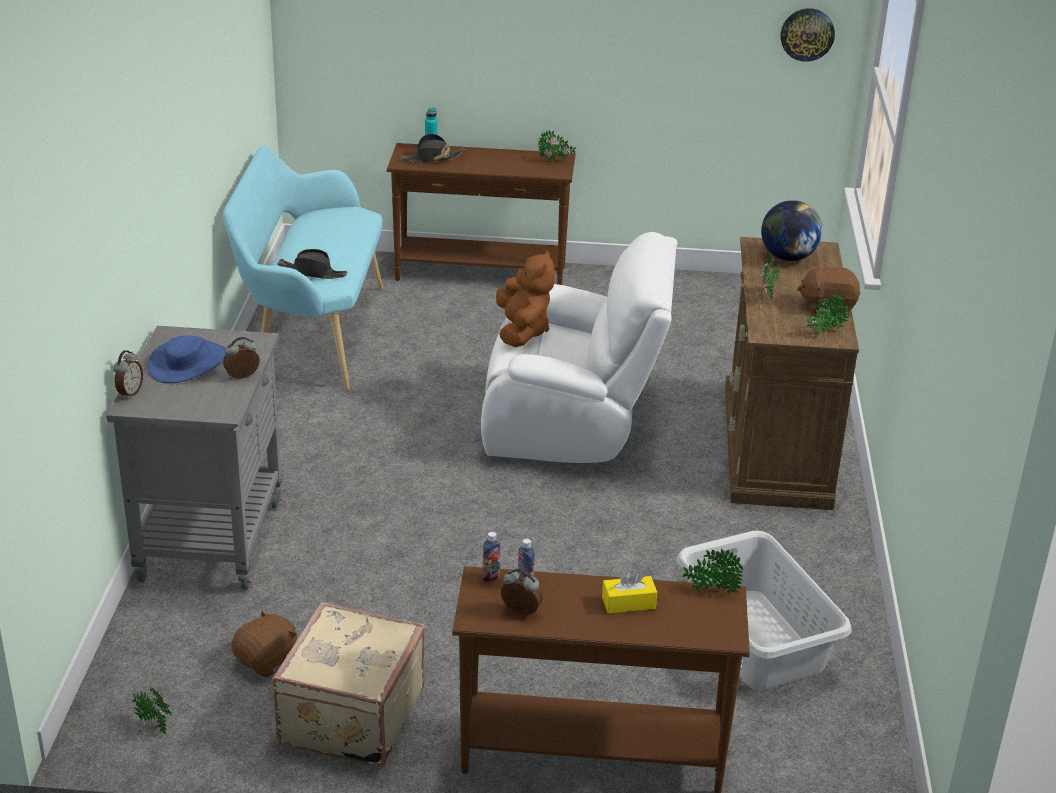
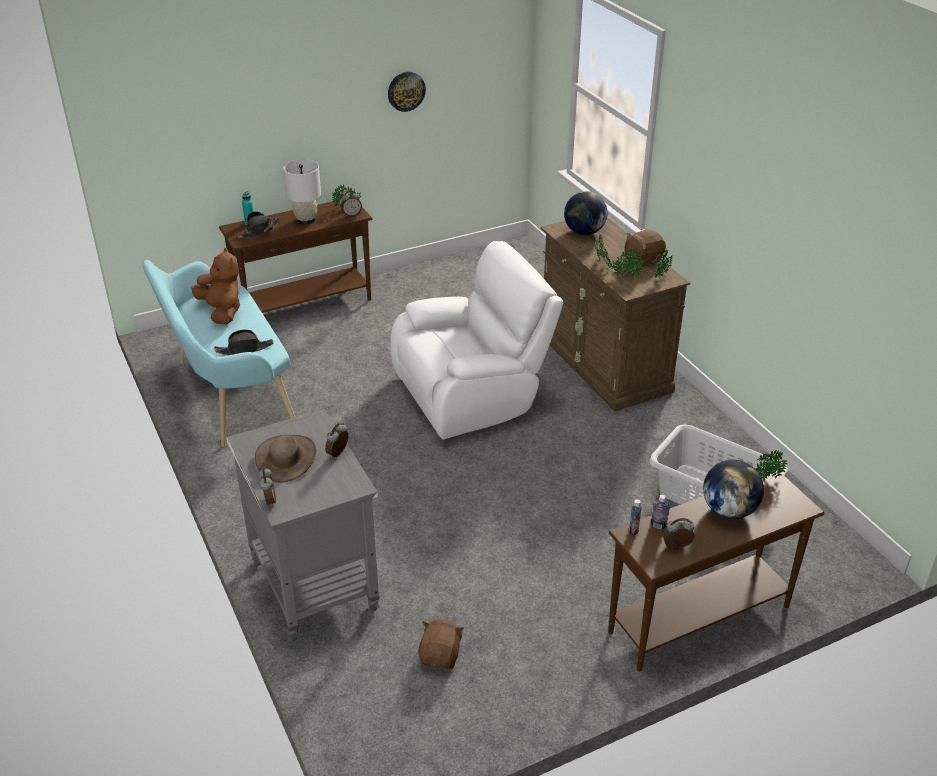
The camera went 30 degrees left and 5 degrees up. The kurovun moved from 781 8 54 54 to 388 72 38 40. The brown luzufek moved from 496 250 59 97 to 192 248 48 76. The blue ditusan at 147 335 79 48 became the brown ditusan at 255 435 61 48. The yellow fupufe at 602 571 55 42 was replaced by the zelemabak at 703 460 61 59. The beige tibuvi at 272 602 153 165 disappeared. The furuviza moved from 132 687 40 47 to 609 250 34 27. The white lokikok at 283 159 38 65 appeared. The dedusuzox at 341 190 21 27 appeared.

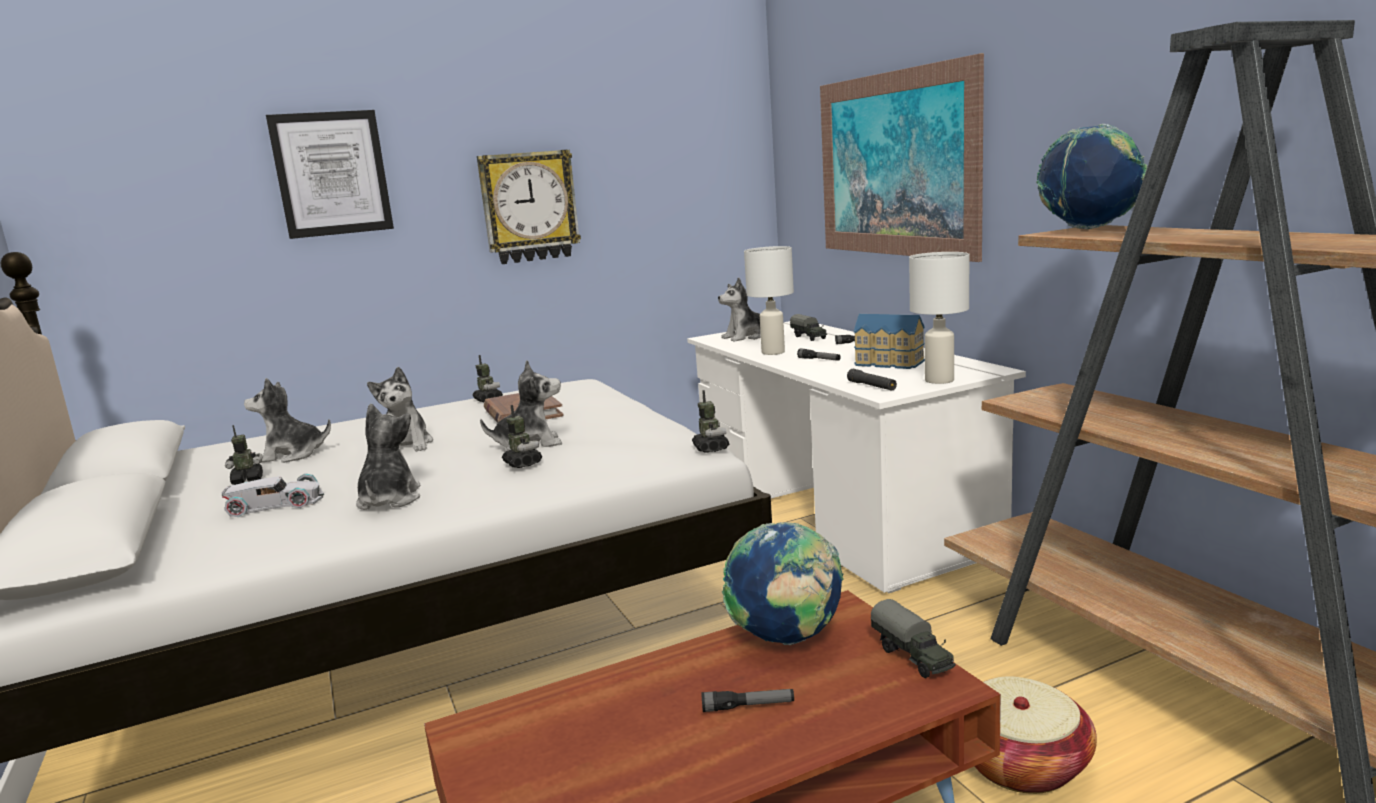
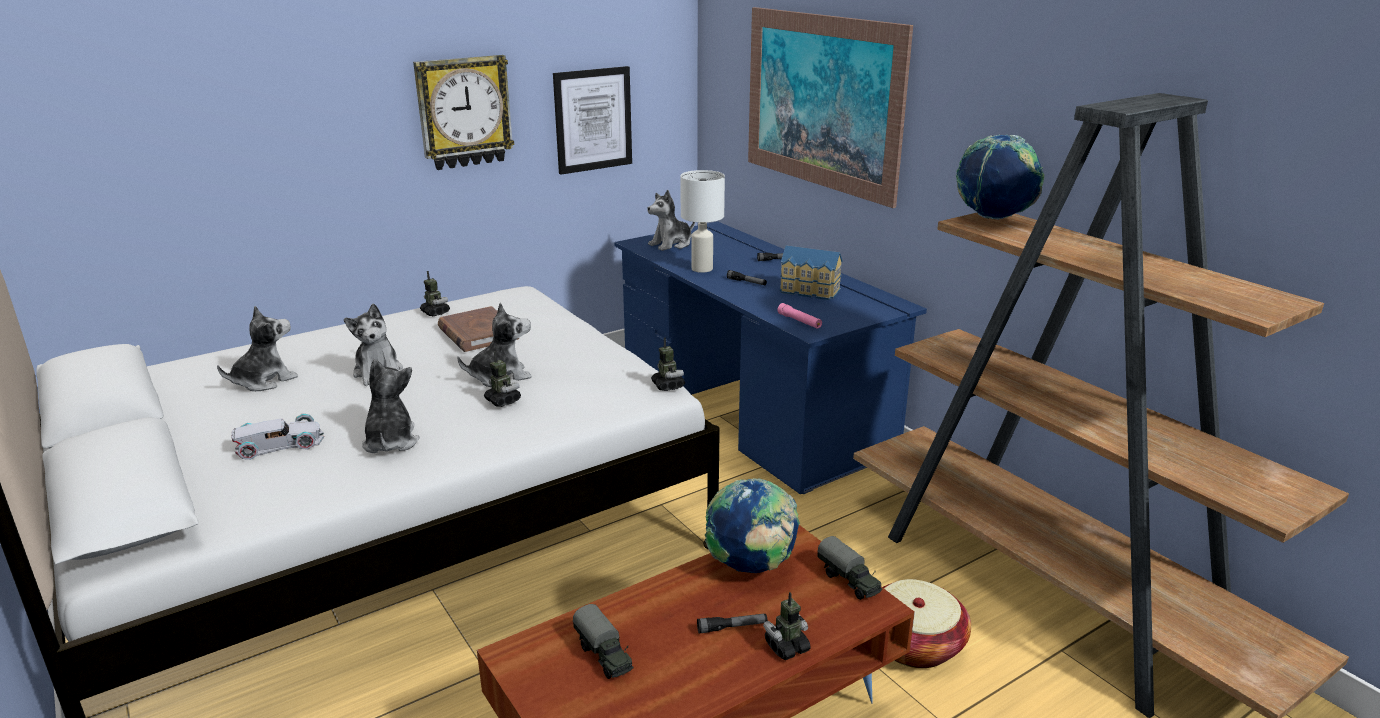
The camera went 10 degrees left and 10 degrees up. The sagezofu moved from 266 110 128 129 to 553 66 79 109. The white lokikok at 909 252 60 132 disappeared. The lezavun moved from 790 314 37 27 to 573 604 61 75. The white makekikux at 687 321 339 272 became the blue makekikux at 614 222 313 272. The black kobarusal at 847 369 50 21 became the pink kobarusal at 777 303 45 26. The luzufek at 244 378 87 85 turned 150 degrees clockwise. The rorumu moved from 225 425 38 60 to 763 592 47 68.

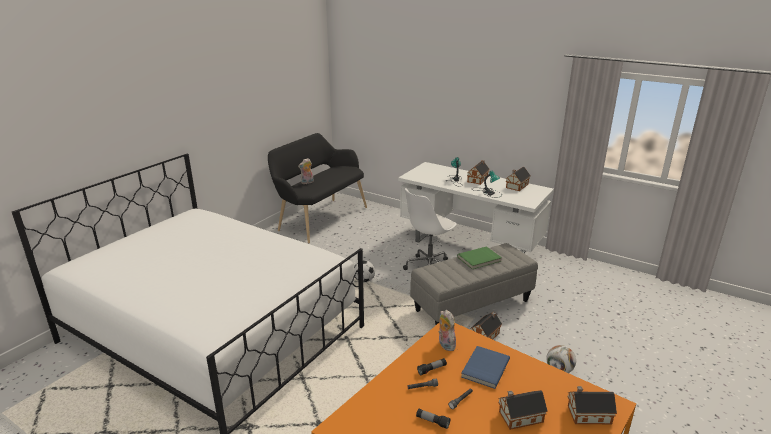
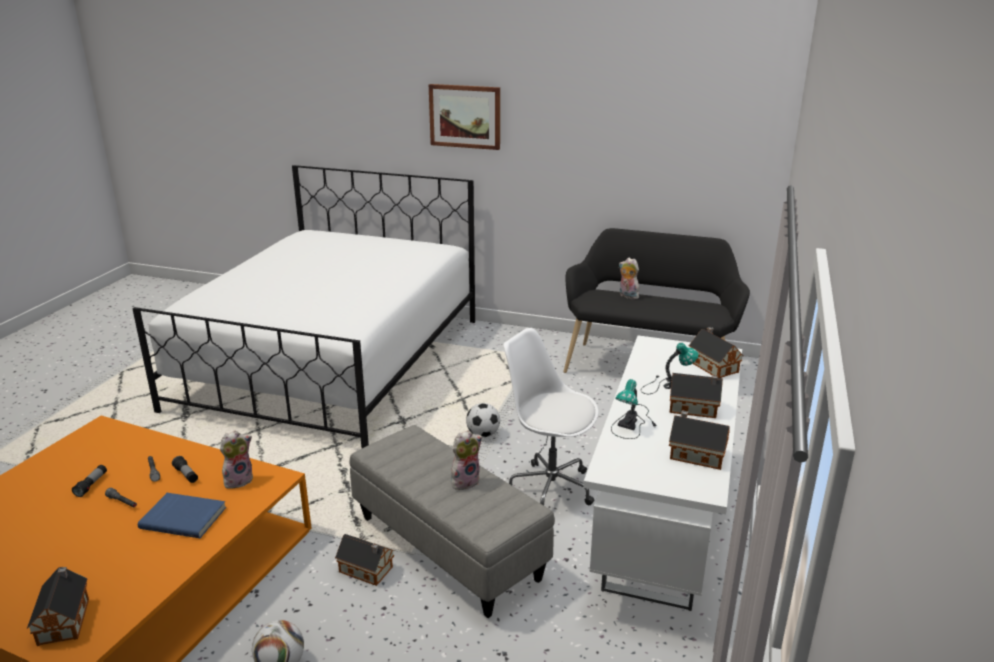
The camera went 75 degrees right and 0 degrees up. The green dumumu at 457 246 45 23 was replaced by the luzufek at 451 430 31 60. The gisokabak moved from 498 390 50 40 to 689 327 54 51. The sagezofu at 429 84 71 66 appeared.

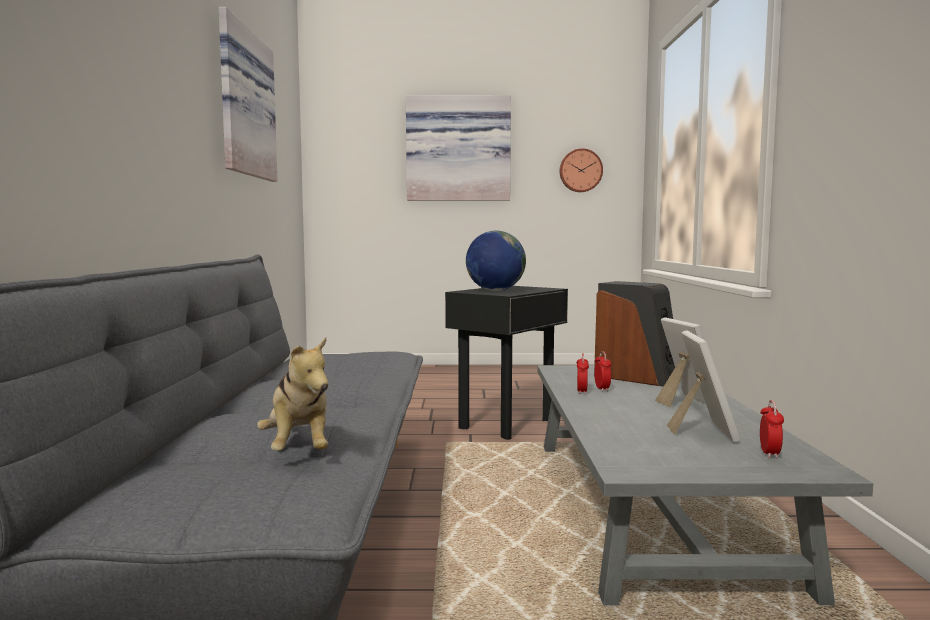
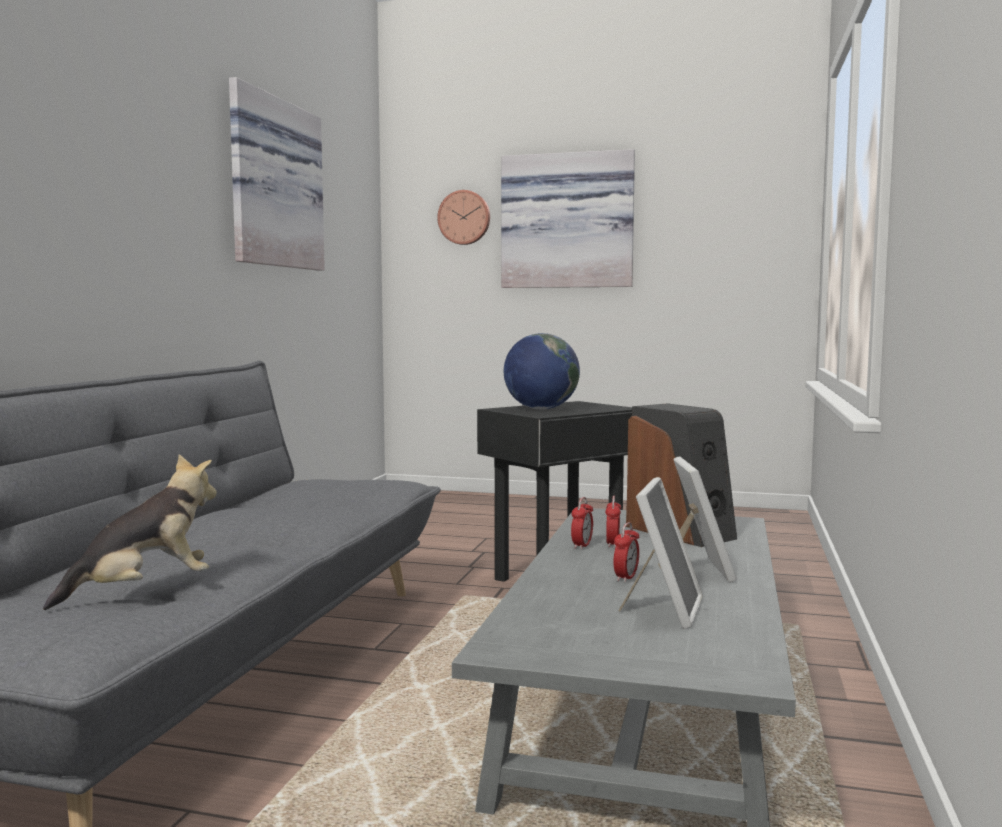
The camera went 15 degrees right and 0 degrees up. The kurovun moved from 560 148 43 44 to 437 190 53 55. The luzufek at 257 337 72 114 turned 120 degrees counterclockwise. The dedusuzox moved from 760 400 24 59 to 613 522 26 61.

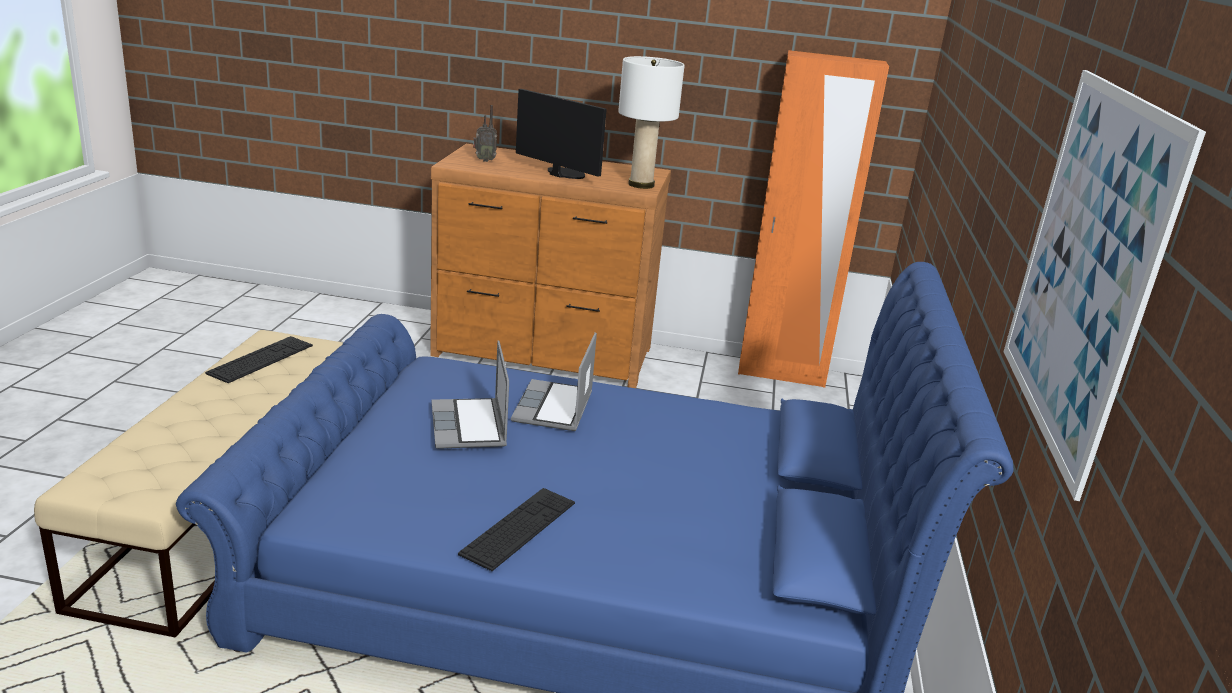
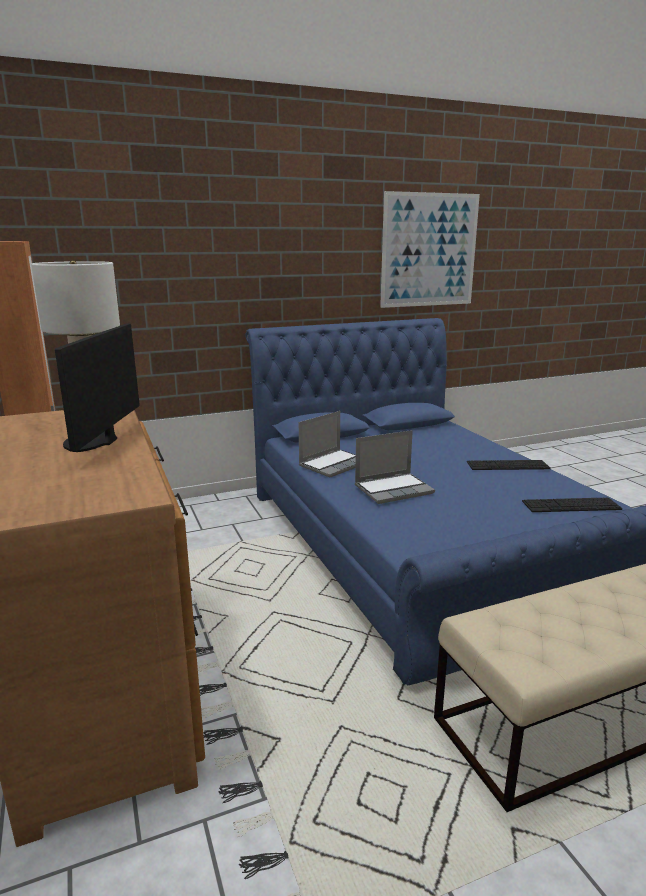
The camera went 120 degrees left and 5 degrees down. The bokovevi at 473 105 24 57 disappeared. The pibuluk moved from 205 336 108 47 to 522 497 100 15. The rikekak moved from 432 340 77 109 to 299 411 57 66.

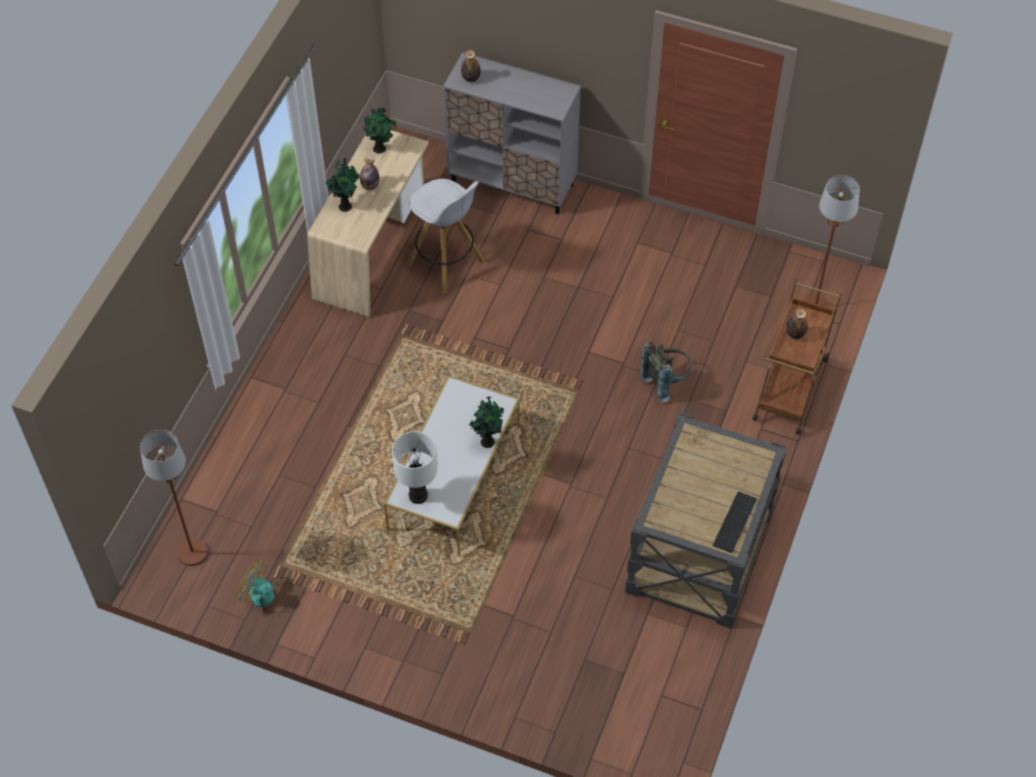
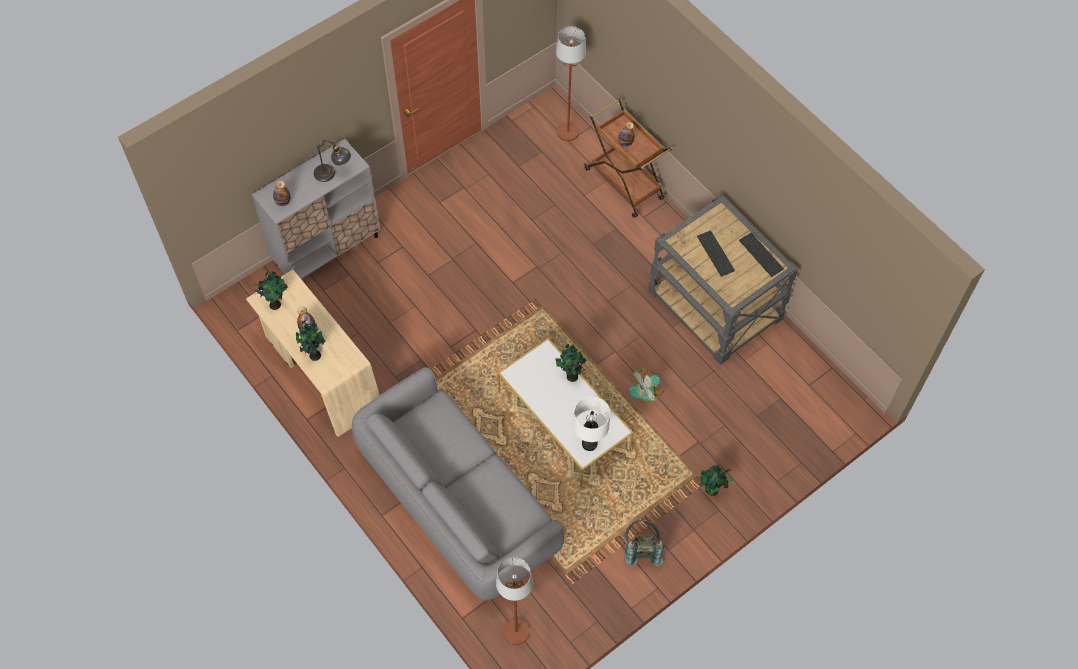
The camera went 60 degrees left and 5 degrees up. The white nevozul at 407 179 77 114 disappeared. The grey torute moved from 640 342 52 61 to 624 519 40 48. The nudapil moved from 236 559 58 54 to 629 368 37 35. The grey lokikok at 314 140 37 42 appeared. The pibuluk at 697 230 38 47 appeared. The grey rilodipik at 352 367 212 234 appeared. The furuviza at 699 465 34 31 appeared.

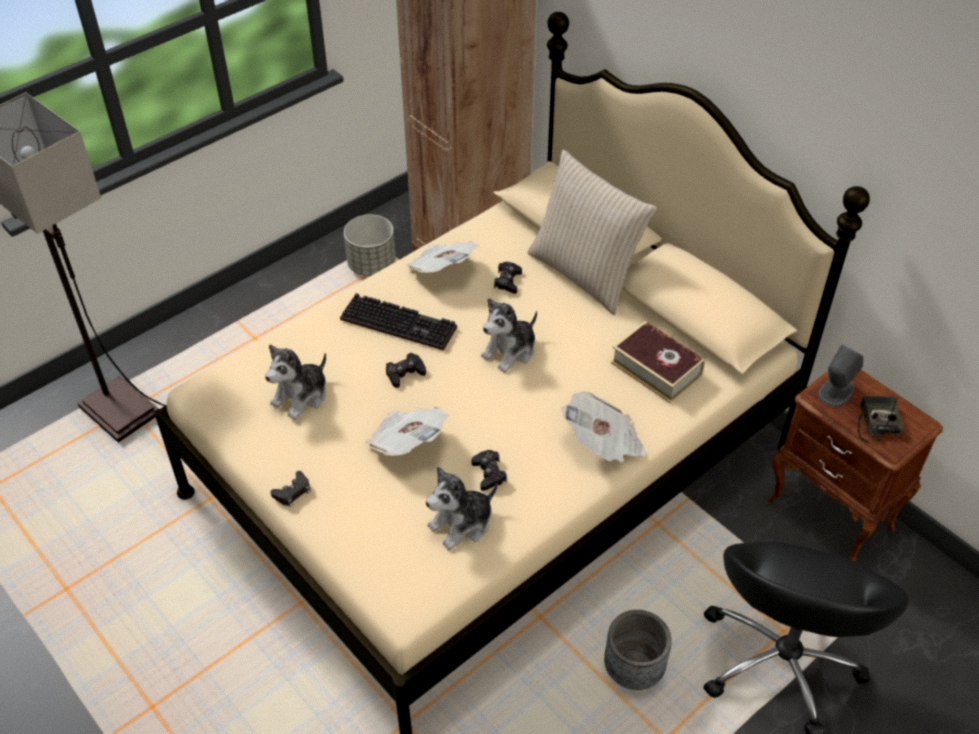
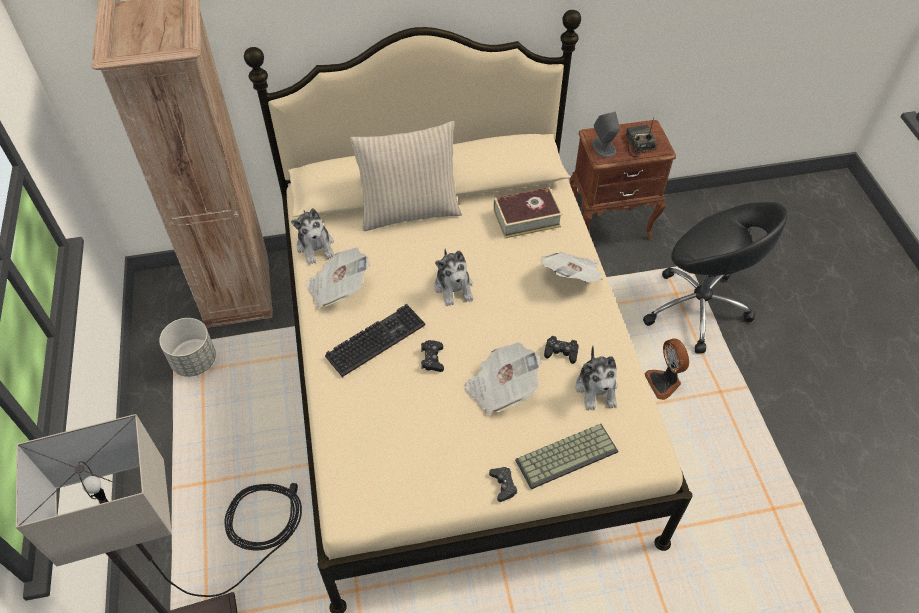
The camera went 60 degrees left and 5 degrees up. The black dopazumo at 494 262 28 32 disappeared. The luzufek moved from 265 344 61 76 to 291 208 43 56. The bokovevi at 858 396 46 47 turned 45 degrees clockwise. The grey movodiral at 604 610 68 80 was replaced by the nudapil at 645 338 44 62. The pibuluk at 515 424 103 65 appeared.

